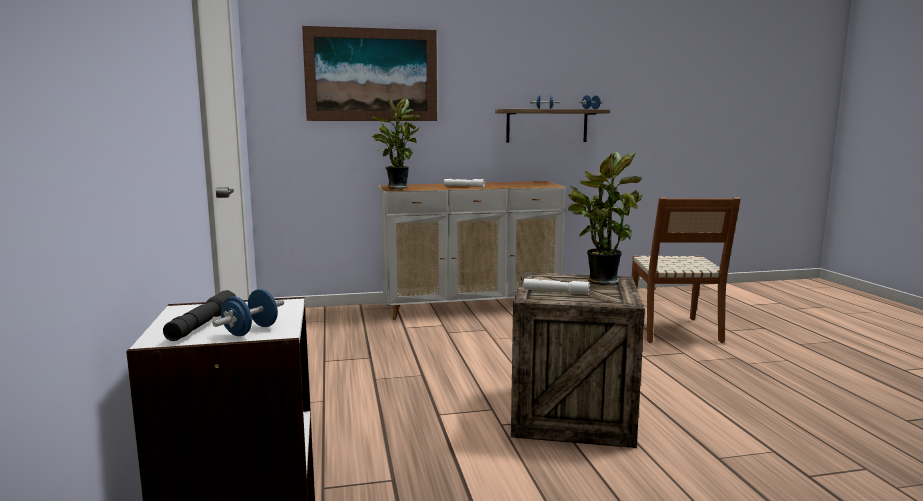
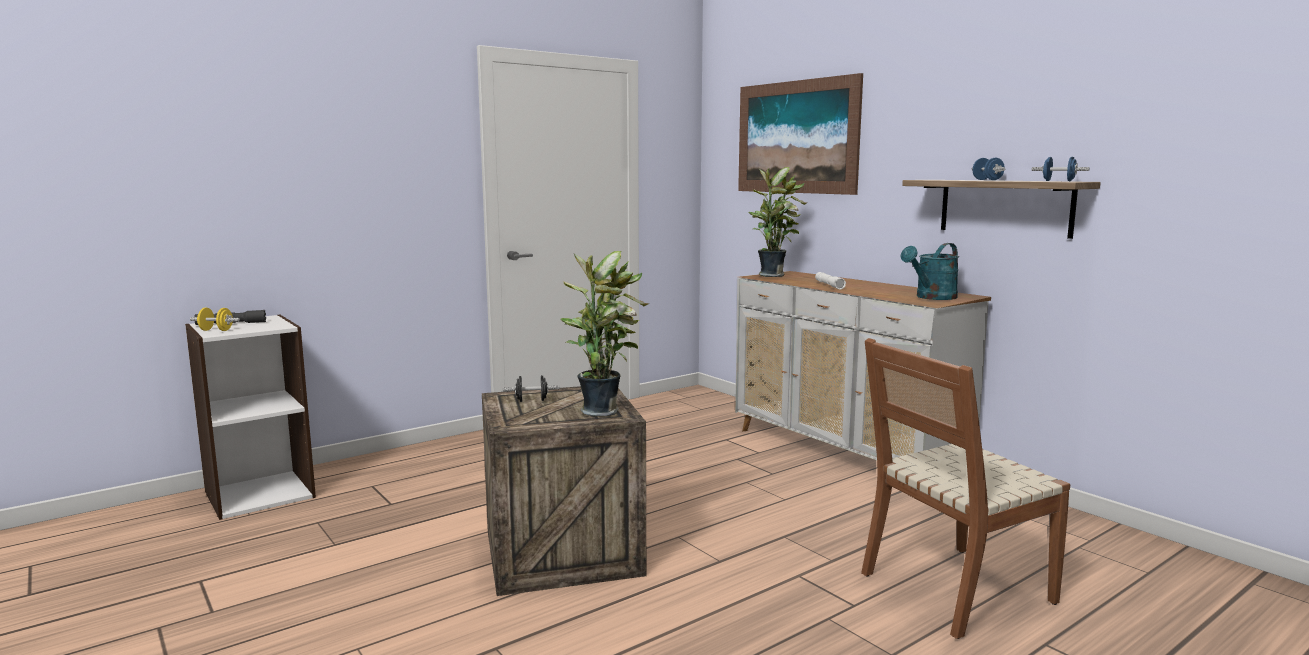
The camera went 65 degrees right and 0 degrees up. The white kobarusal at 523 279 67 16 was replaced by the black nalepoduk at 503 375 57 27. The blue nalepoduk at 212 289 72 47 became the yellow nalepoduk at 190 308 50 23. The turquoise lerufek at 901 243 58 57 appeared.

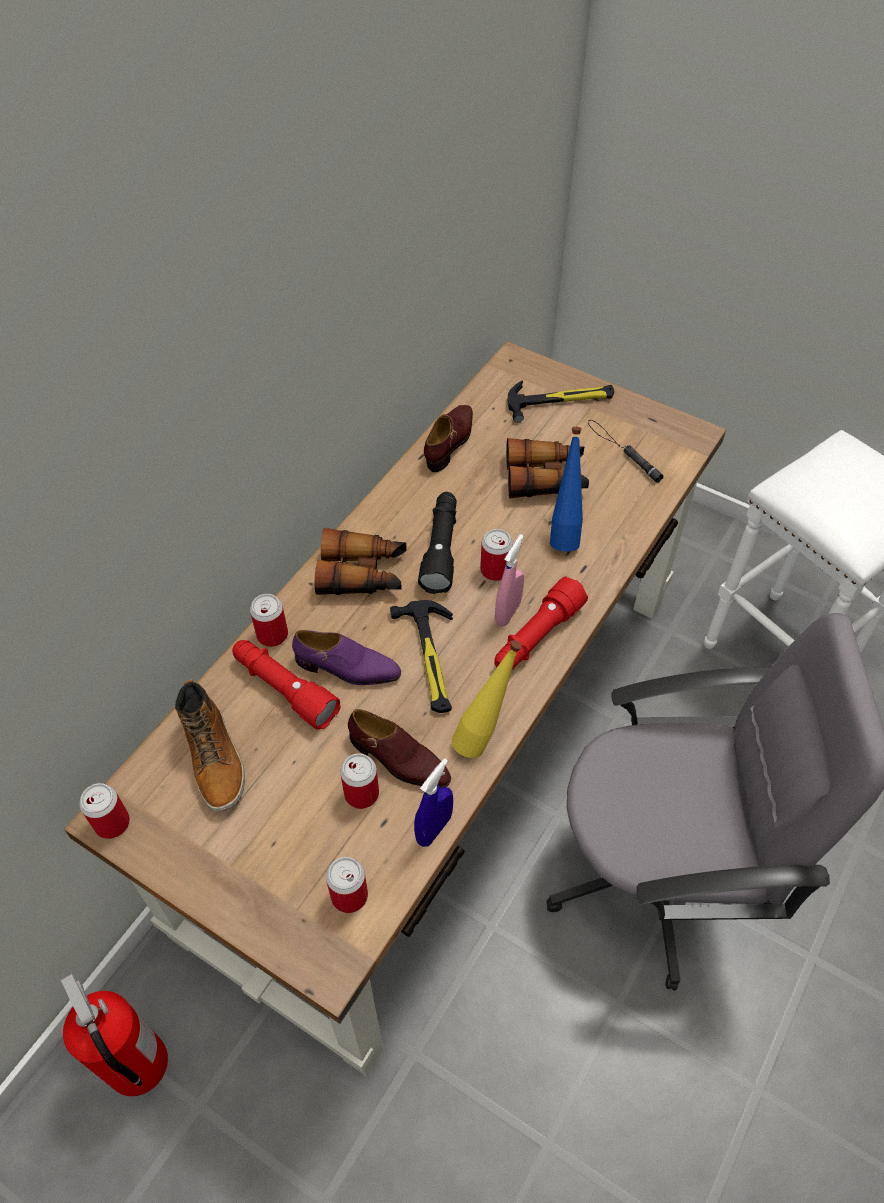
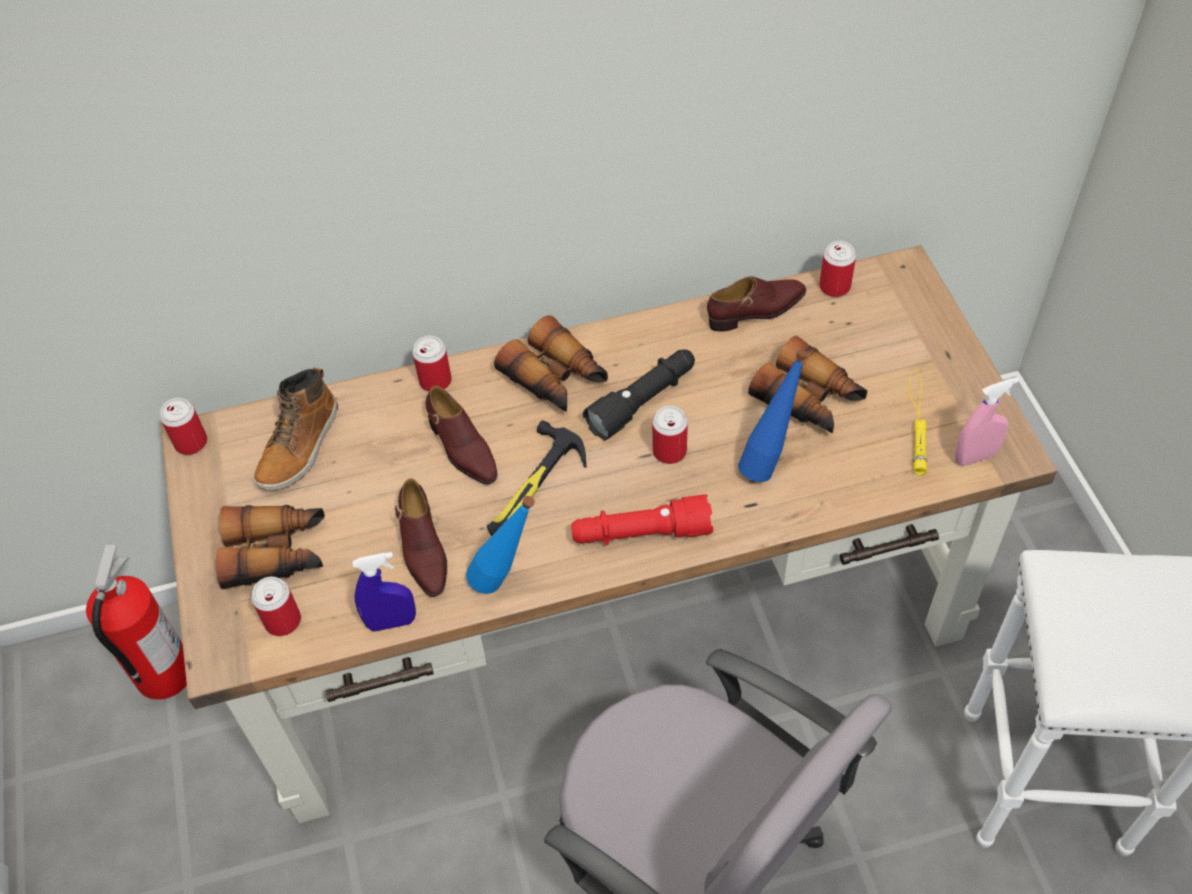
The camera went 45 degrees right and 0 degrees up. The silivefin at 507 380 107 43 disappeared. The black kobarusal at 588 420 76 63 became the yellow kobarusal at 909 371 18 105. The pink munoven moved from 495 534 29 92 to 955 377 64 89. The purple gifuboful at 292 630 109 55 became the brown gifuboful at 426 385 72 99. The red kobarusal at 232 640 109 90 disappeared. The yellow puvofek at 452 641 70 117 became the blue puvofek at 466 496 69 98. The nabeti moved from 340 753 39 56 to 819 241 37 56. The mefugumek at 216 505 109 84 appeared.

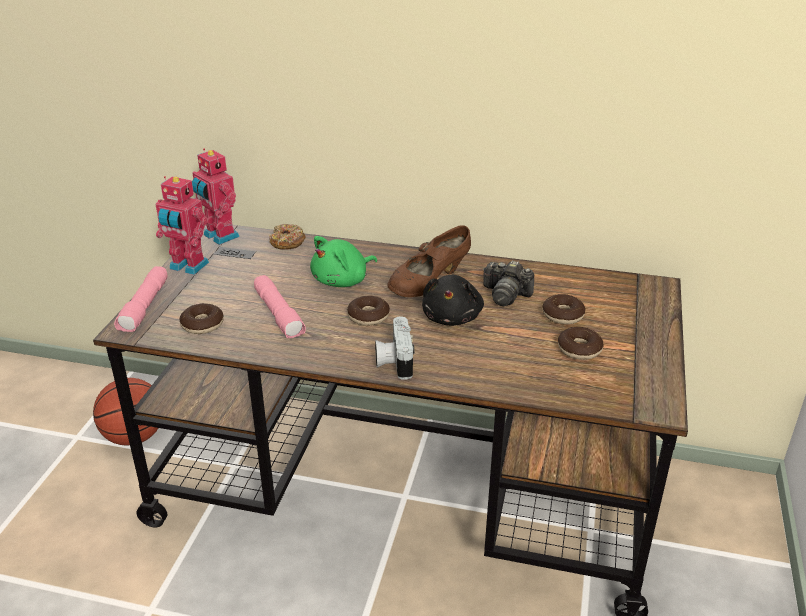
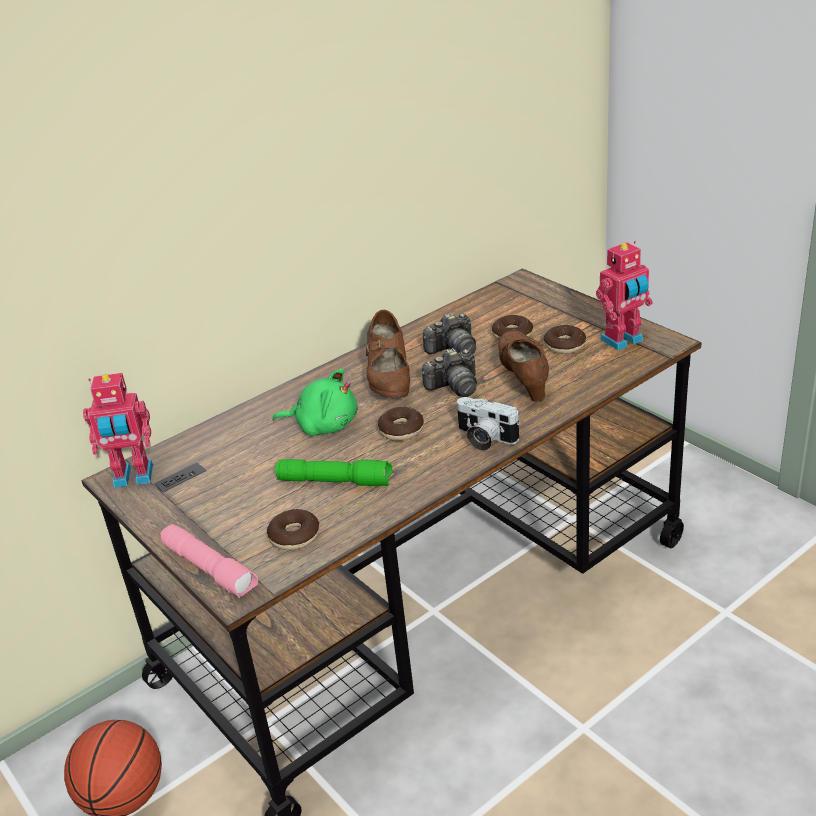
The camera went 50 degrees left and 0 degrees up. The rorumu moved from 156 176 53 99 to 596 241 57 110. The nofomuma at 269 224 37 26 disappeared. The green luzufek at 310 236 67 51 turned 75 degrees counterclockwise. The pink kobarusal at 254 275 52 63 became the green kobarusal at 275 459 117 27. The black luzufek at 422 275 62 51 was replaced by the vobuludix at 422 348 55 49. The brown gifuboful at 498 330 51 72 appeared.

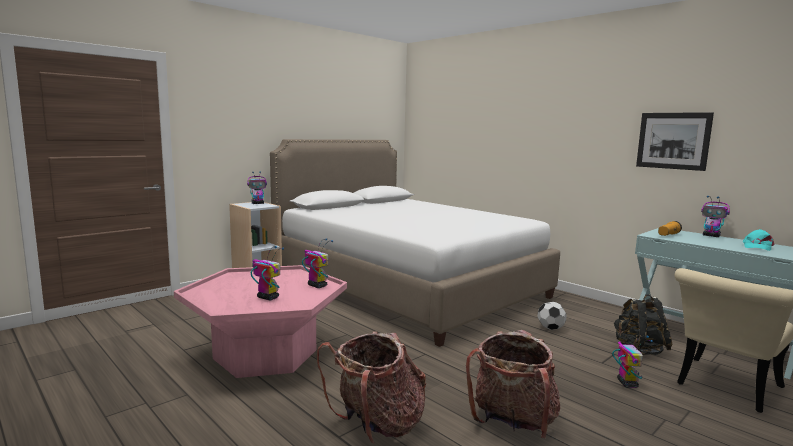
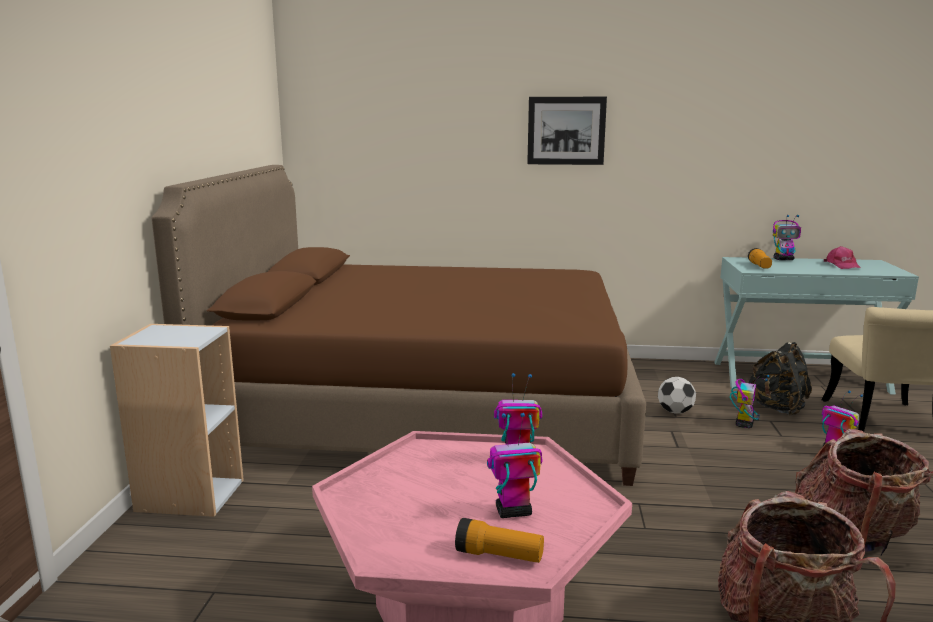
The camera went 40 degrees left and 5 degrees up. The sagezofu moved from 636 112 78 59 to 527 97 80 68. The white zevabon at 270 139 290 208 became the brown zevabon at 152 165 494 321. The rorumu moved from 247 172 20 32 to 730 375 40 53. The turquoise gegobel at 743 229 32 22 became the pink gegobel at 824 246 37 23. The kobarusal at 455 518 89 45 appeared.

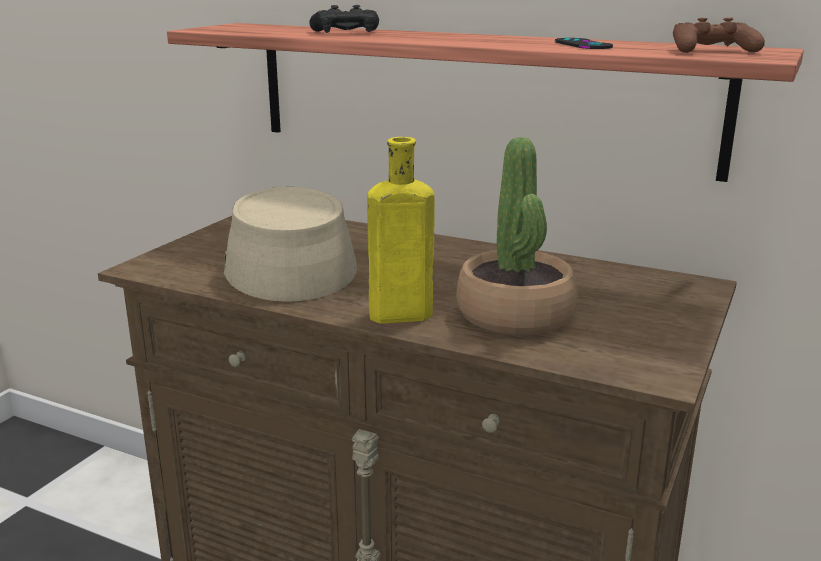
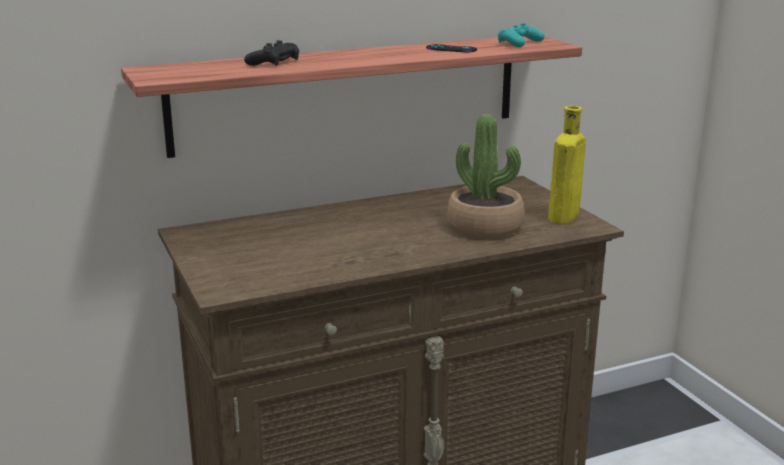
The camera went 50 degrees left and 0 degrees up. The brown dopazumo at 673 18 92 35 became the turquoise dopazumo at 498 23 47 24. The yellow puvofek moved from 367 137 68 187 to 548 106 38 118. The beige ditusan at 224 187 133 115 disappeared.

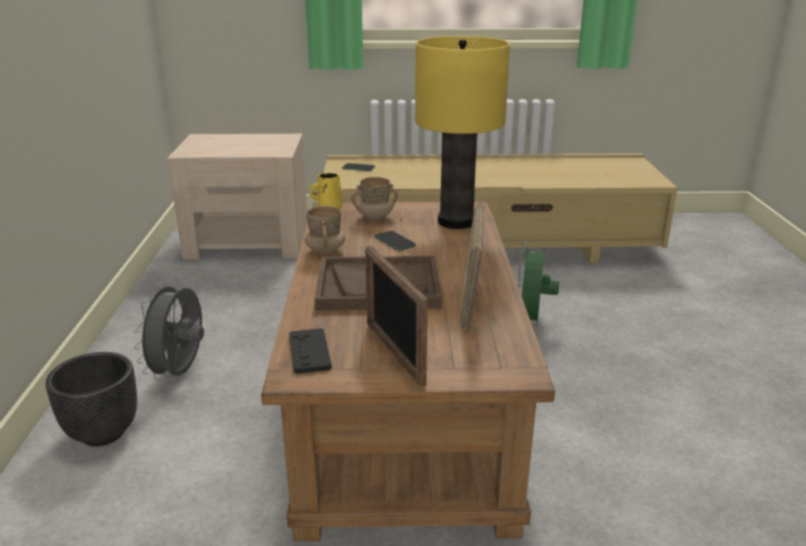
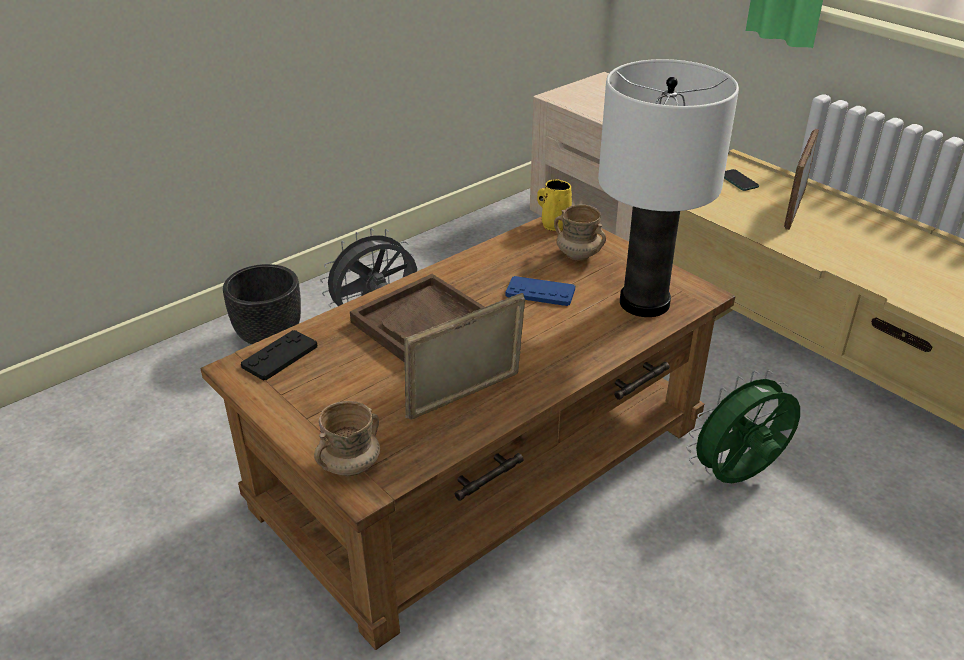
The camera went 50 degrees right and 10 degrees up. The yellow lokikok at 415 36 95 193 became the white lokikok at 598 59 141 258. The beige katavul moved from 305 206 41 49 to 314 401 66 76. The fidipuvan at 375 231 41 20 was replaced by the blue dopazumo at 505 276 70 30. The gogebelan moved from 365 246 63 141 to 784 129 35 101.

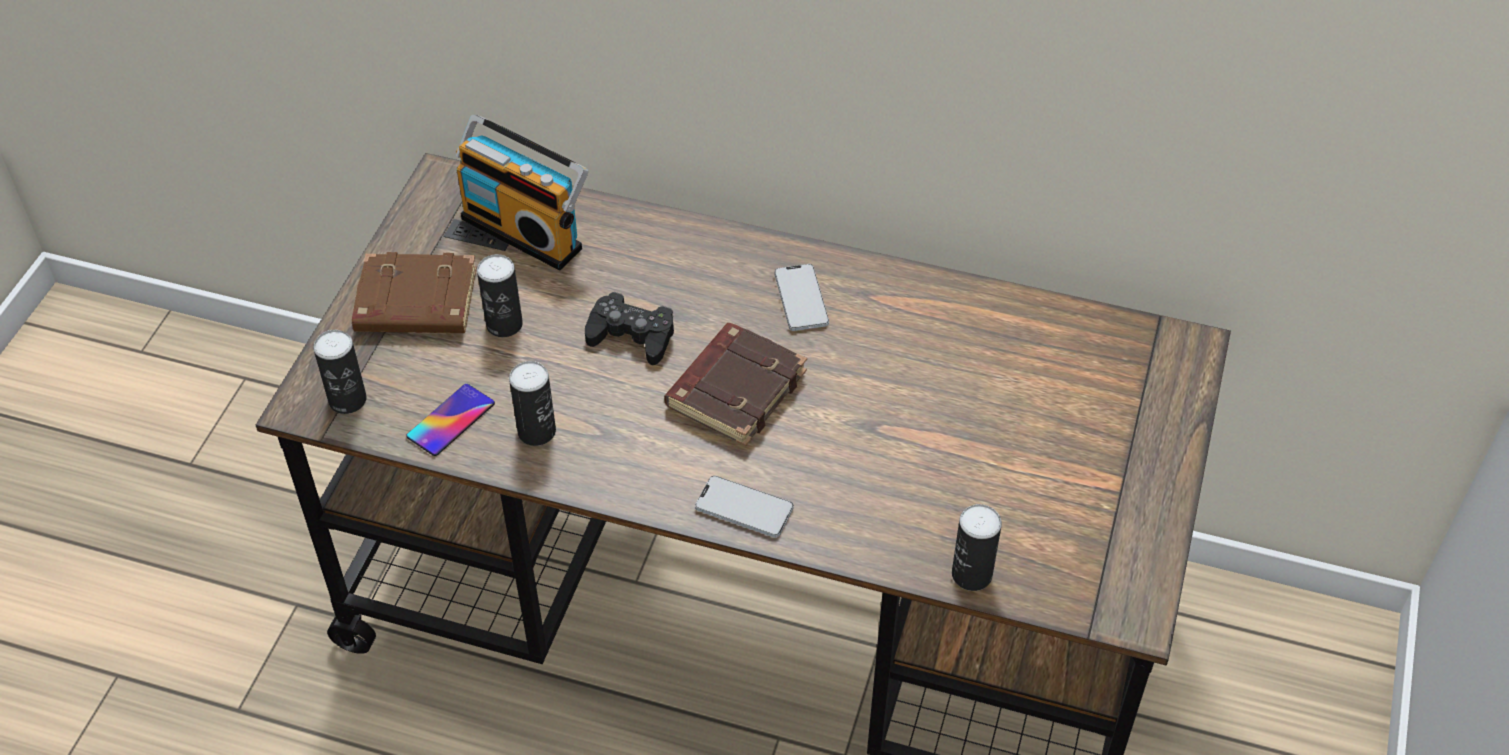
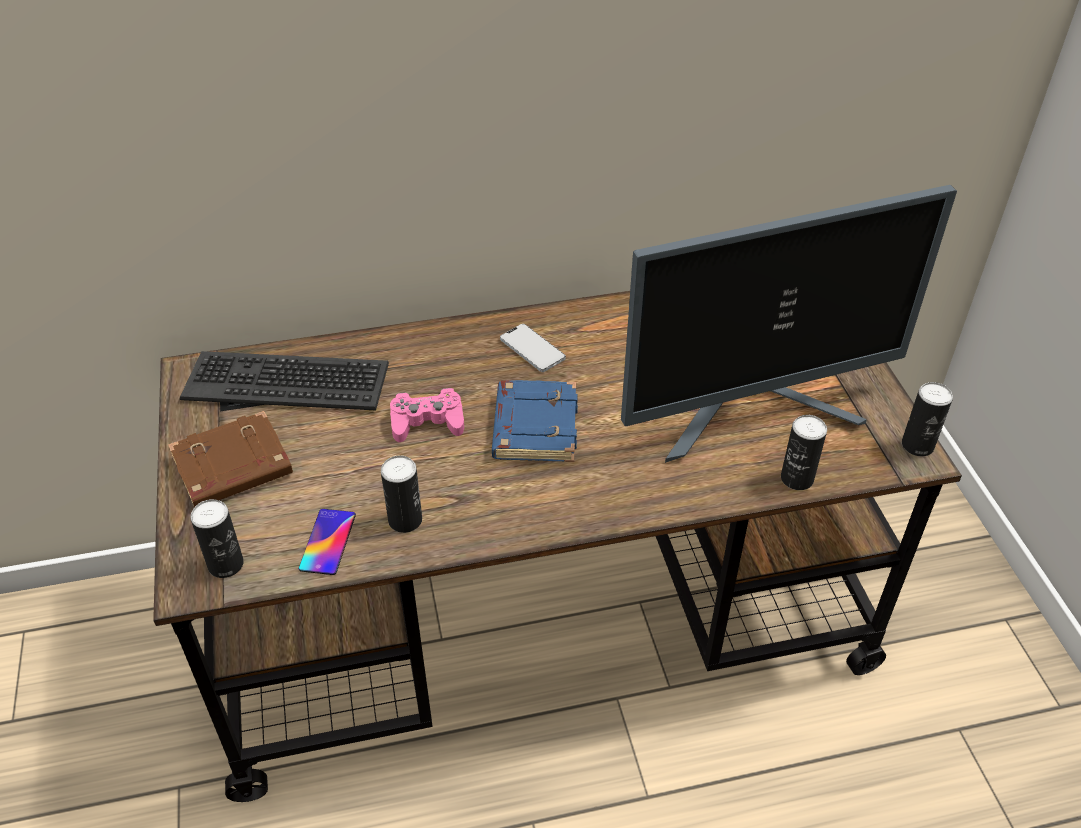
The camera went 30 degrees left and 5 degrees down. The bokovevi at 455 115 133 155 was replaced by the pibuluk at 180 351 209 59. The nabeti moved from 477 254 46 83 to 902 382 51 74. The black dopazumo at 585 292 89 73 became the pink dopazumo at 390 388 74 54. The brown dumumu at 665 323 142 124 became the blue dumumu at 492 380 86 82. The fidipuvan at 695 475 99 63 disappeared. The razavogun at 621 185 336 278 appeared.

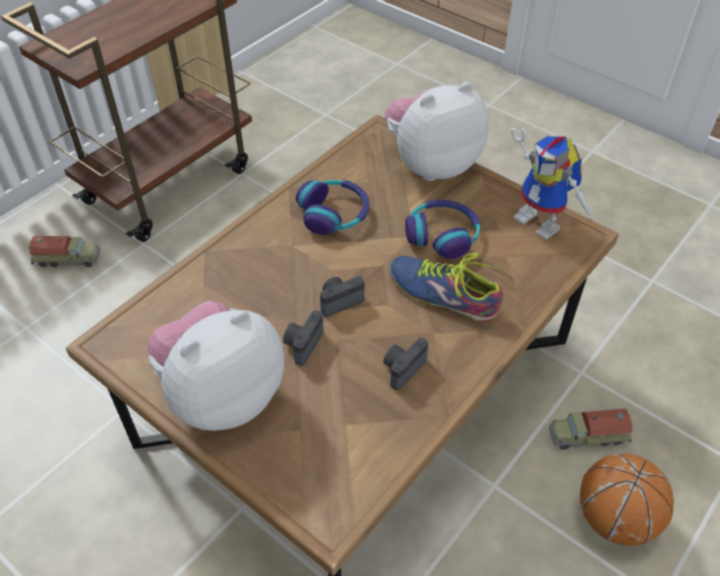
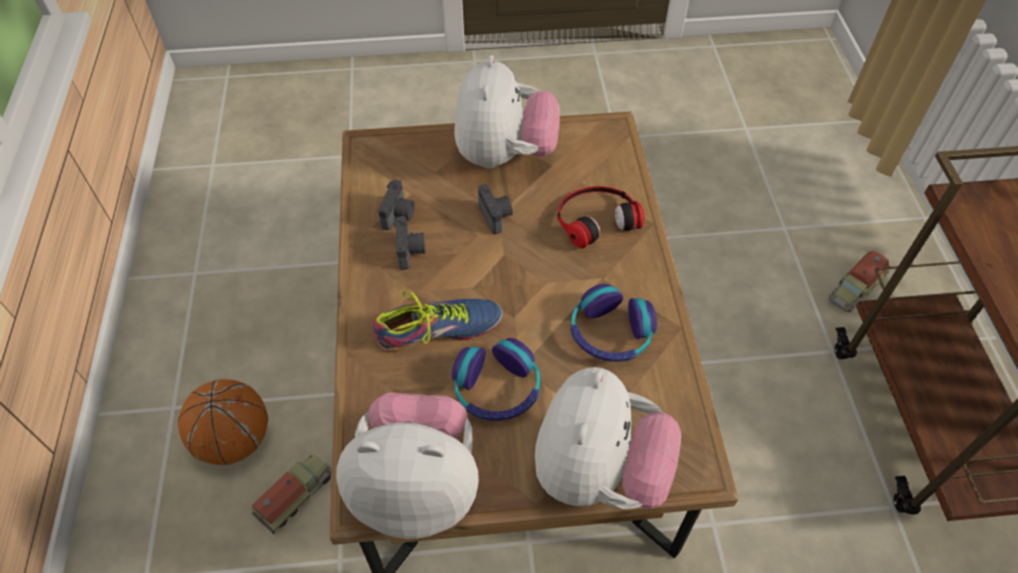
The camera went 135 degrees right and 5 degrees up. The rorumu at 511 128 83 112 was replaced by the luzufek at 336 393 143 146. The vobuludix moved from 320 276 44 41 to 378 180 37 50. The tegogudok at 557 186 87 63 appeared.

